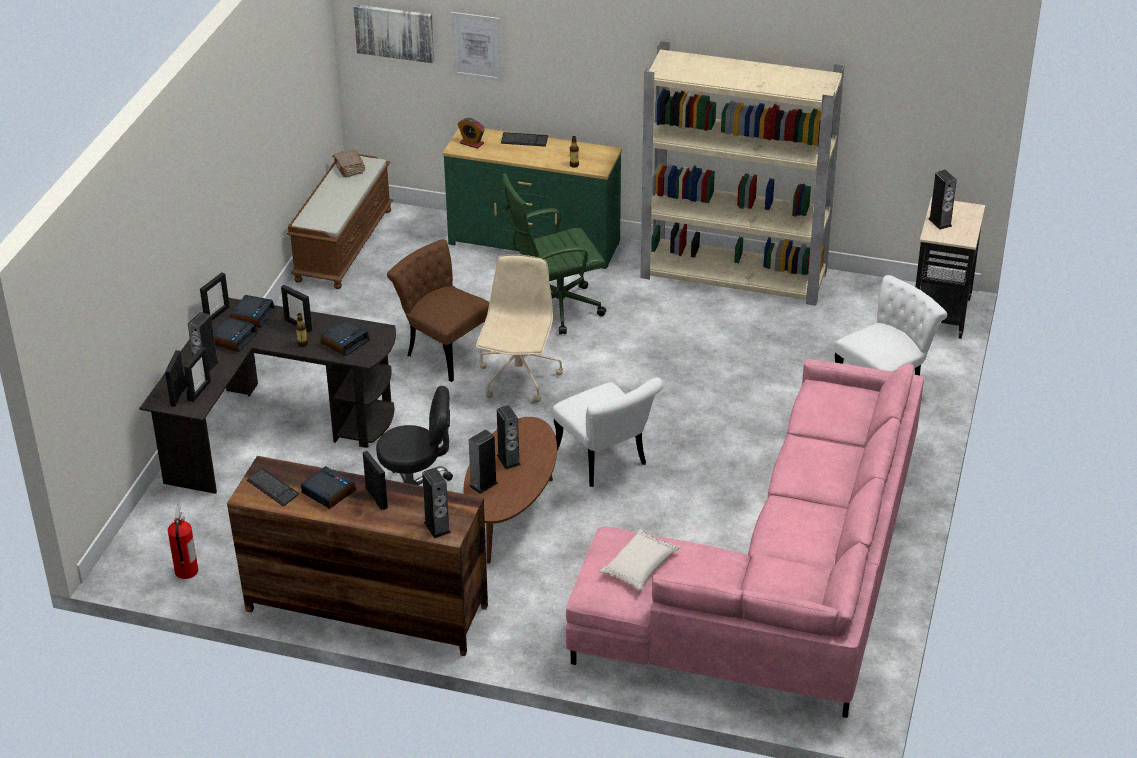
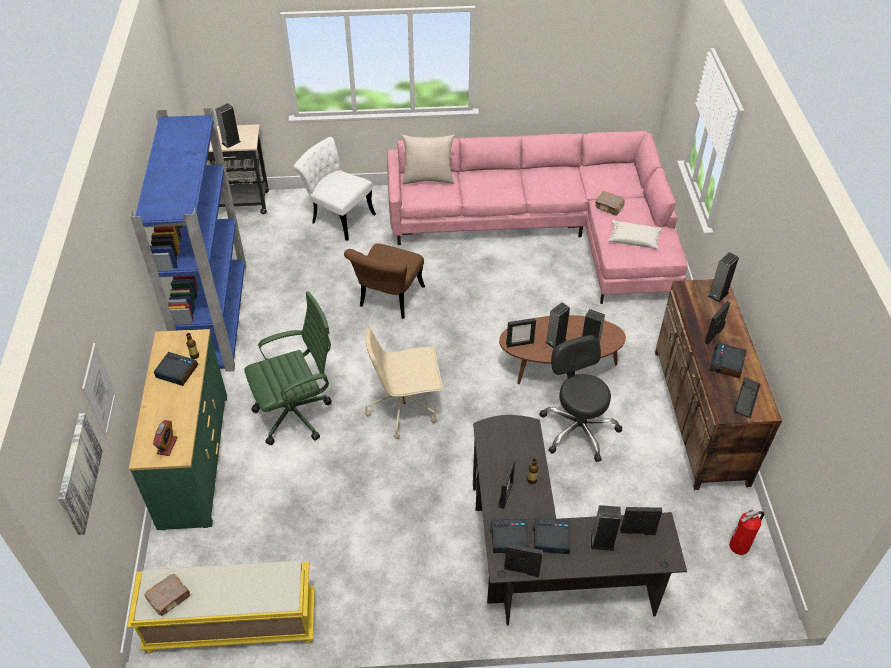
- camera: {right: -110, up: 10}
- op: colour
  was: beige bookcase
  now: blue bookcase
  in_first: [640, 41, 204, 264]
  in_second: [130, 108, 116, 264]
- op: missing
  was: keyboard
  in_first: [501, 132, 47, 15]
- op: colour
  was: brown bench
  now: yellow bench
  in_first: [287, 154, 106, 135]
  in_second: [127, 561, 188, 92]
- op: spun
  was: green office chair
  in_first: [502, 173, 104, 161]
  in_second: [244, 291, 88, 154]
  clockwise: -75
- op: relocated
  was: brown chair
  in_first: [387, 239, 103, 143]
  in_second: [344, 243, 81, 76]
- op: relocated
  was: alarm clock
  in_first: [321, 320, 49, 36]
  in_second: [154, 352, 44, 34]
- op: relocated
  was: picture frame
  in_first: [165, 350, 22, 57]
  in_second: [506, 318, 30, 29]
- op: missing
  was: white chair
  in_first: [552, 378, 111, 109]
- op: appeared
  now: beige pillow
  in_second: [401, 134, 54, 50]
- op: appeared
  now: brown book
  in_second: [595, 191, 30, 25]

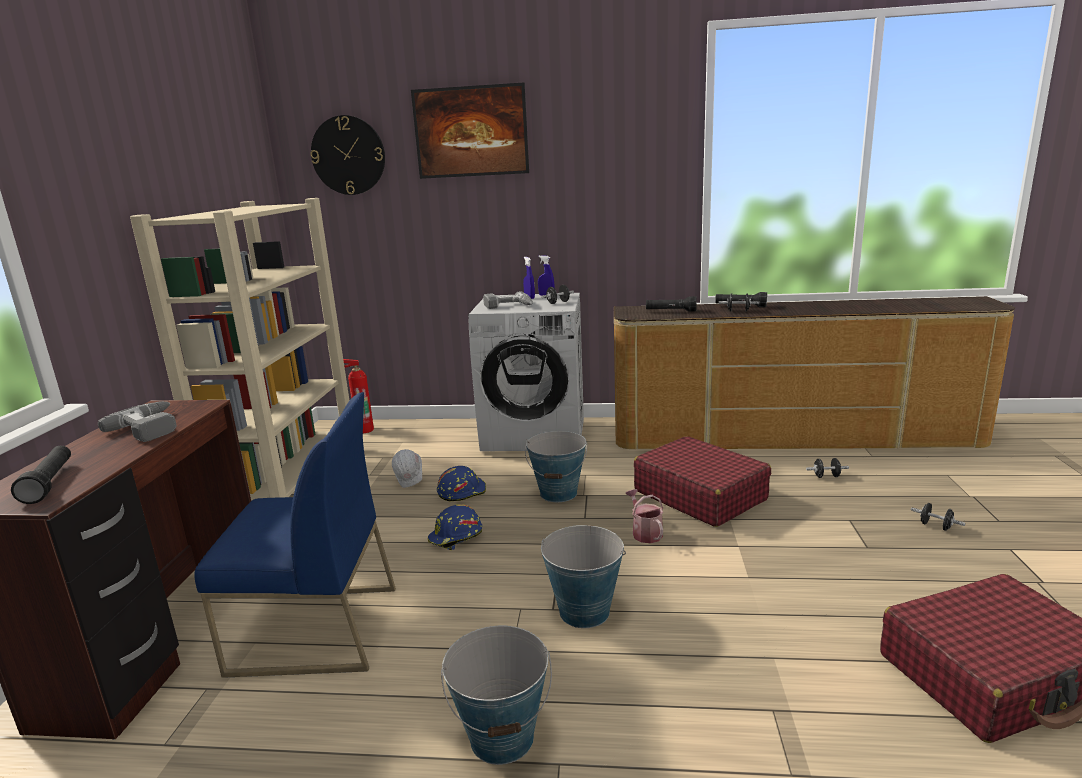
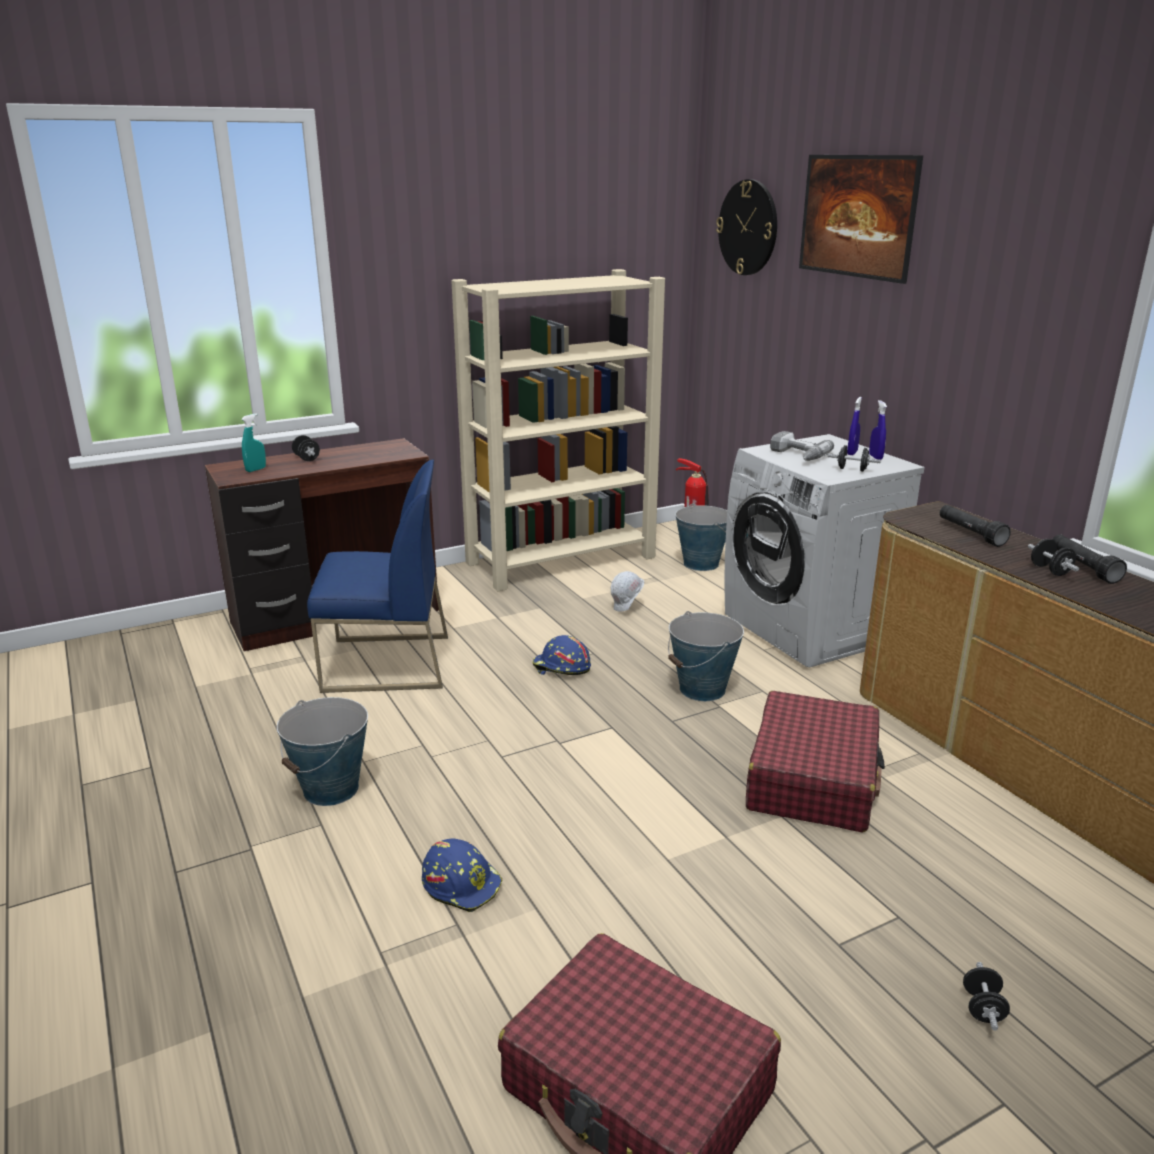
- camera: {right: 55, up: 5}
- op: spun
  was: blue chair
  in_first: [194, 392, 202, 286]
  in_second: [307, 460, 141, 233]
  clockwise: -60
- op: missing
  was: power drill
  in_first: [98, 401, 79, 41]
- op: exchanged
  was: black flashlight
  now: turquoise spray bottle
  in_first: [11, 446, 60, 58]
  in_second: [241, 414, 25, 58]
- op: relocated
  was: black dumbbell
  in_first: [806, 458, 43, 20]
  in_second: [292, 435, 28, 26]
- op: relocated
  was: blue hard hat
  in_first: [437, 466, 49, 36]
  in_second: [422, 839, 80, 73]
- op: missing
  was: watering can
  in_first: [626, 489, 37, 54]
- op: relocated
  was: bucket
  in_first: [541, 525, 85, 103]
  in_second: [675, 504, 52, 67]

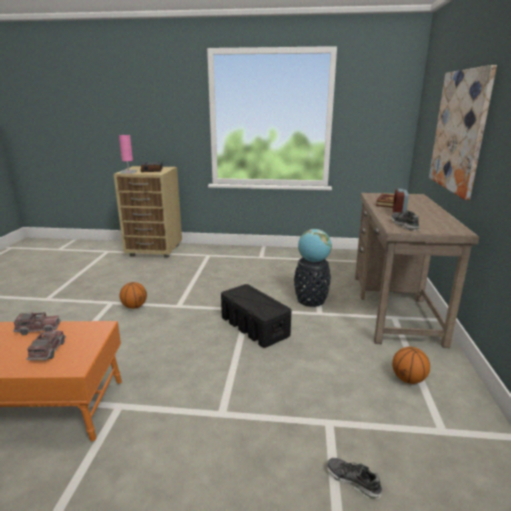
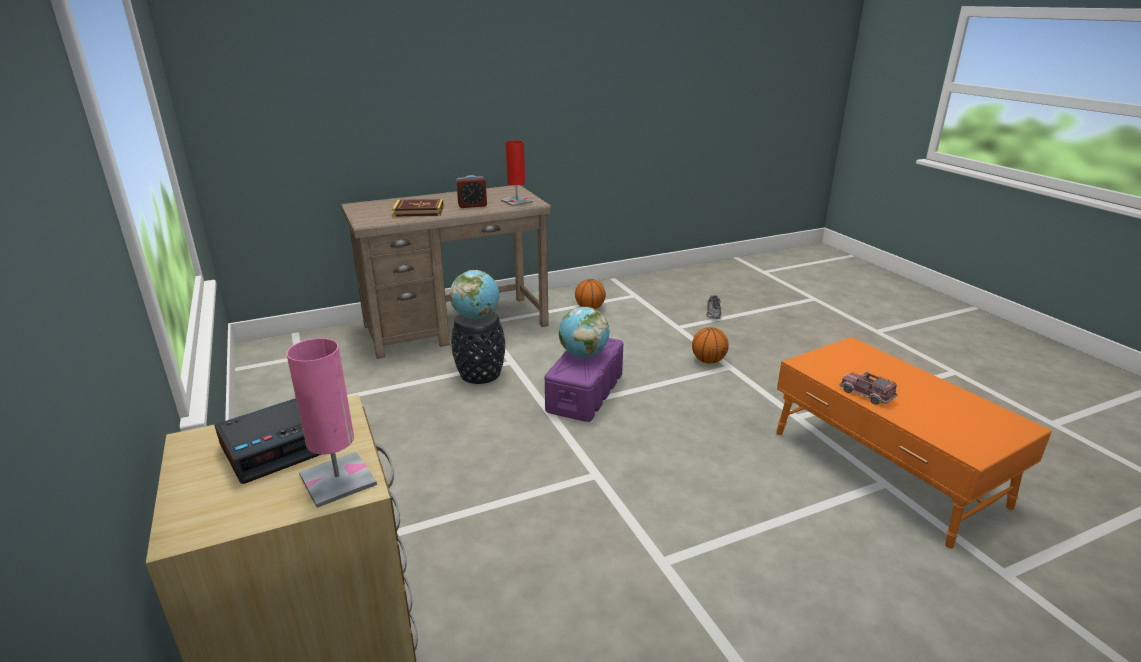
- camera: {right: -120, up: 5}
- op: missing
  was: picture
  in_first: [429, 65, 68, 135]
- op: exchanged
  was: shoe
  now: red table lamp
  in_first: [391, 210, 29, 21]
  in_second: [501, 140, 32, 66]
- op: relocated
  was: basketball
  in_first: [119, 282, 28, 27]
  in_second: [692, 327, 37, 37]
- op: colour
  was: black storage box
  now: purple storage box
  in_first: [221, 284, 70, 64]
  in_second: [545, 338, 78, 84]
- op: missing
  was: toy truck
  in_first: [27, 330, 39, 30]
- op: appeared
  now: globe
  in_second: [559, 307, 51, 50]

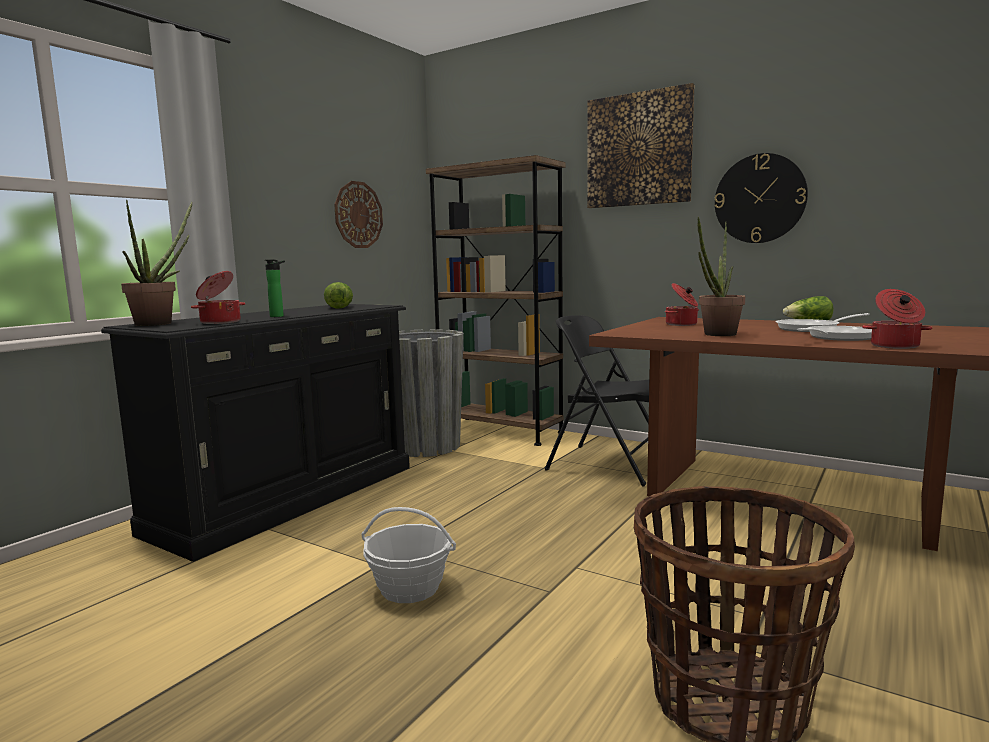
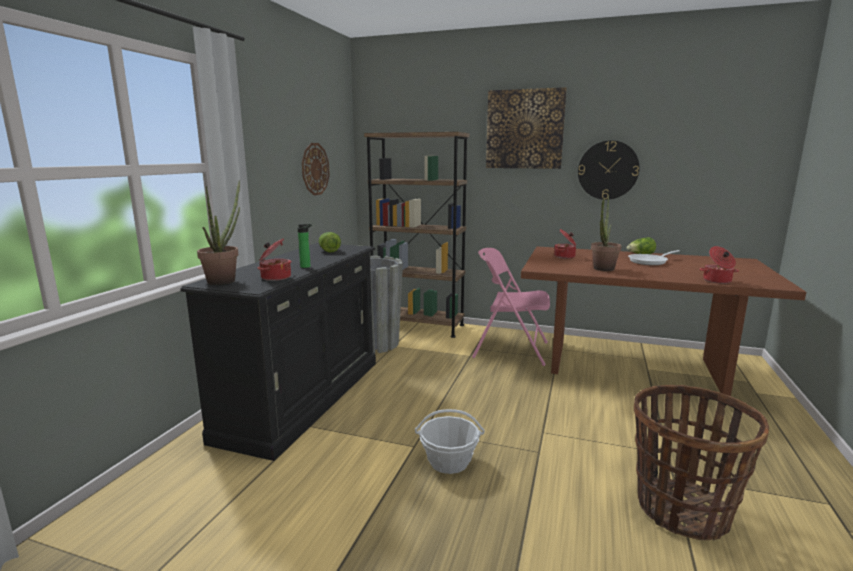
- camera: {right: -15, up: 5}
- op: colour
  was: black chair
  now: pink chair
  in_first: [545, 315, 104, 172]
  in_second: [472, 248, 78, 118]
- op: missing
  was: frying pan
  in_first: [797, 326, 75, 15]

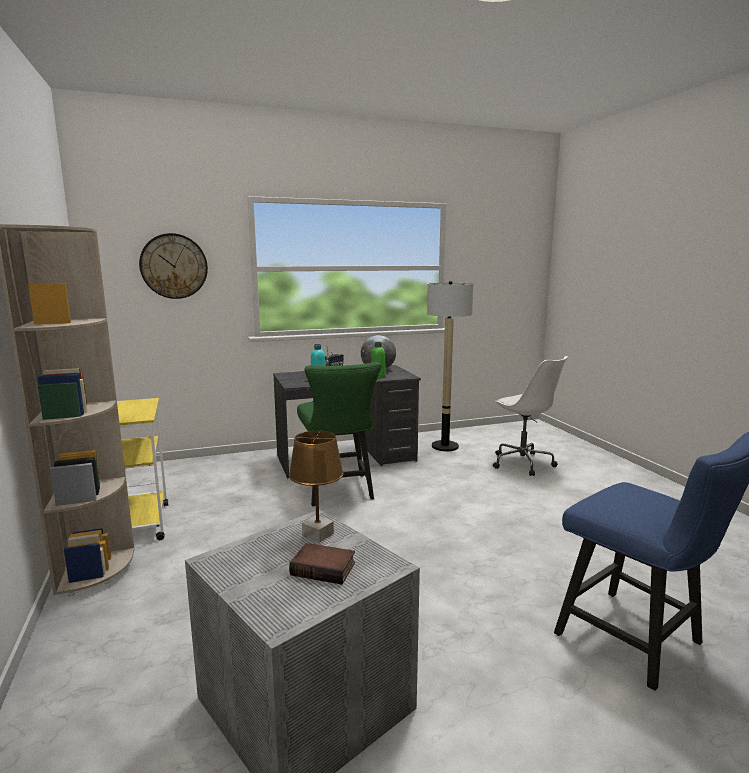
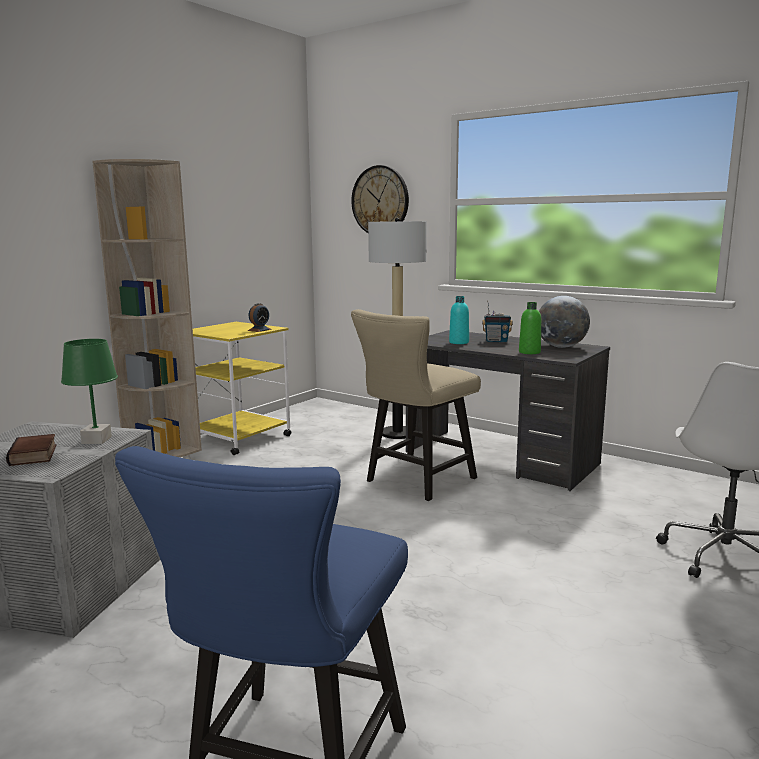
- camera: {right: 55, up: 0}
- op: relocated
  was: floor lamp
  in_first: [427, 281, 46, 170]
  in_second: [368, 218, 59, 221]
- op: colour
  was: green chair
  now: beige chair
  in_first: [297, 362, 85, 144]
  in_second: [351, 309, 130, 192]
- op: colour
  was: brown table lamp
  now: green table lamp
  in_first: [289, 431, 55, 112]
  in_second: [61, 339, 57, 105]
- op: appeared
  now: alarm clock
  in_second: [248, 303, 24, 29]

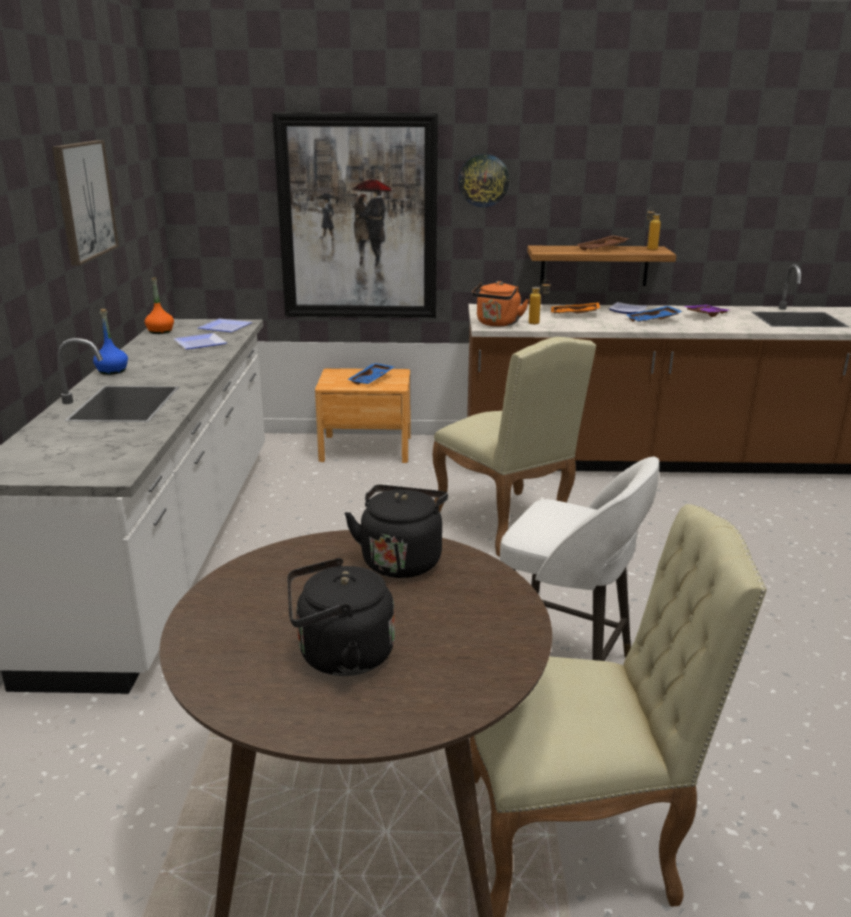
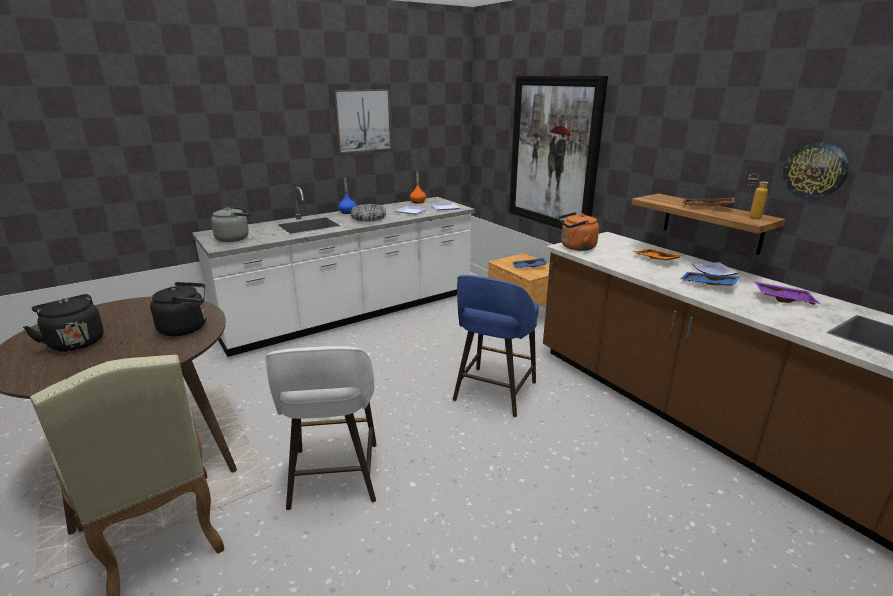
- camera: {right: 55, up: 0}
- op: relocated
  was: wall clock
  in_first: [458, 154, 51, 53]
  in_second: [782, 141, 66, 58]
- op: missing
  was: bottle
  in_first: [529, 280, 22, 44]
- op: exchanged
  was: beige chair
  now: blue stool
  in_first: [433, 337, 163, 220]
  in_second: [453, 275, 86, 142]
- op: appeared
  now: bowl
  in_second: [350, 204, 36, 18]
- op: appeared
  now: grey kettle
  in_second: [211, 207, 40, 35]

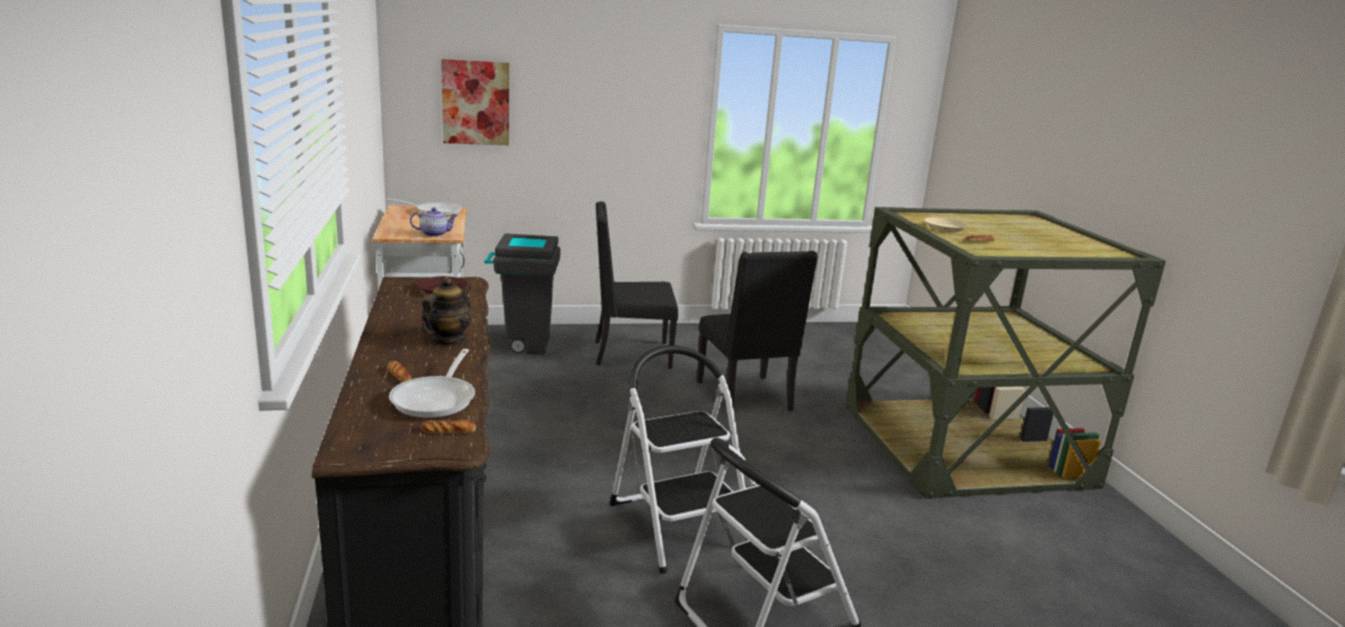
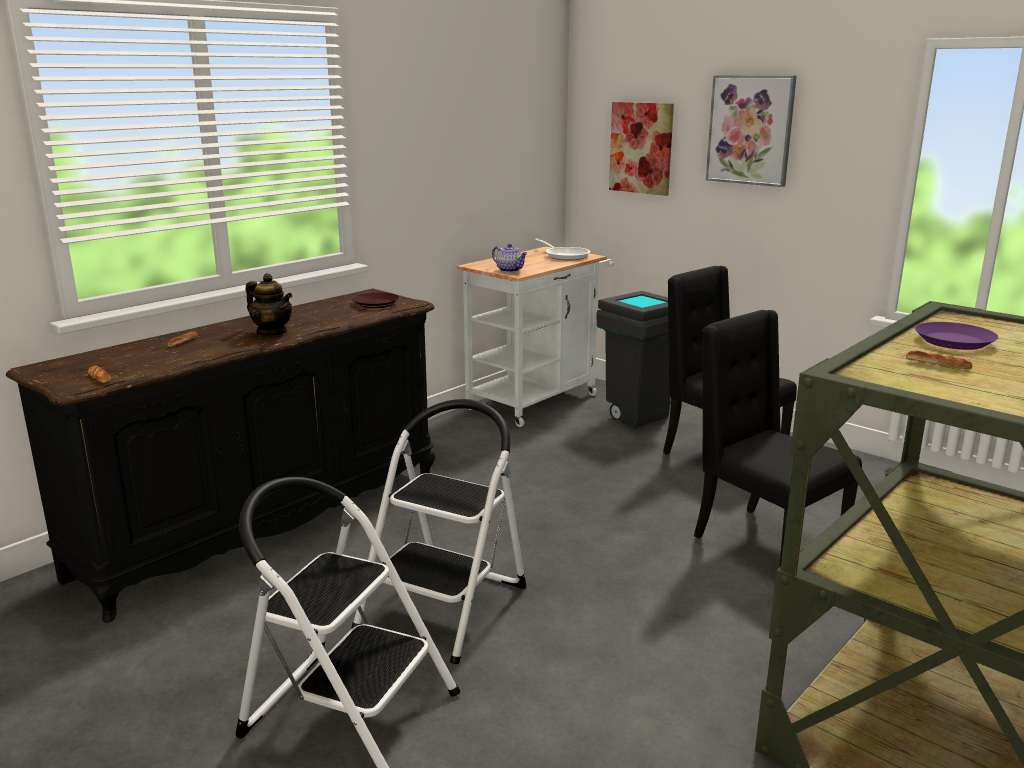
- camera: {right: 55, up: 0}
- op: colour
  was: beige plate
  now: purple plate
  in_first: [924, 217, 45, 15]
  in_second: [915, 322, 83, 28]
- op: spun
  was: black chair
  in_first: [697, 251, 121, 164]
  in_second: [694, 310, 168, 258]
  clockwise: 105
- op: spun
  was: teapot
  in_first: [421, 276, 51, 68]
  in_second: [246, 273, 46, 62]
  clockwise: 45
- op: missing
  was: frying pan
  in_first: [389, 349, 86, 69]
- op: appeared
  now: picture
  in_second: [706, 75, 91, 112]

